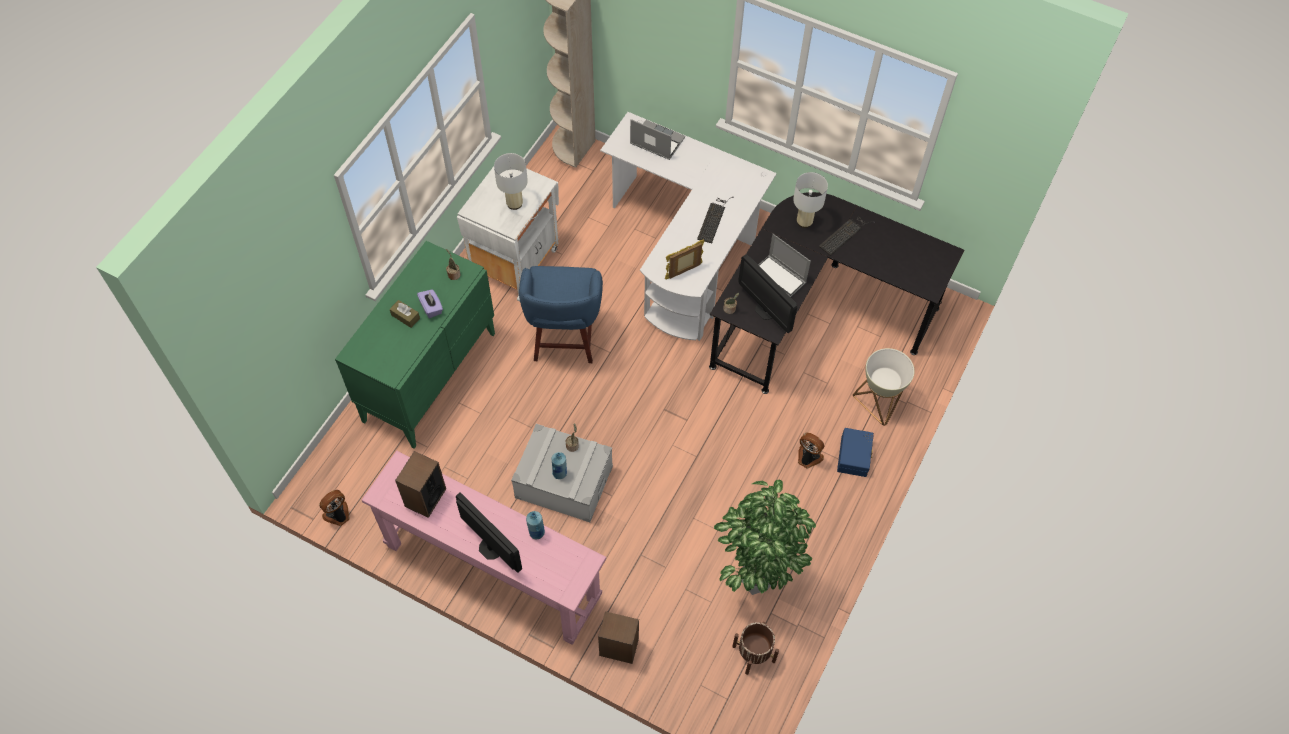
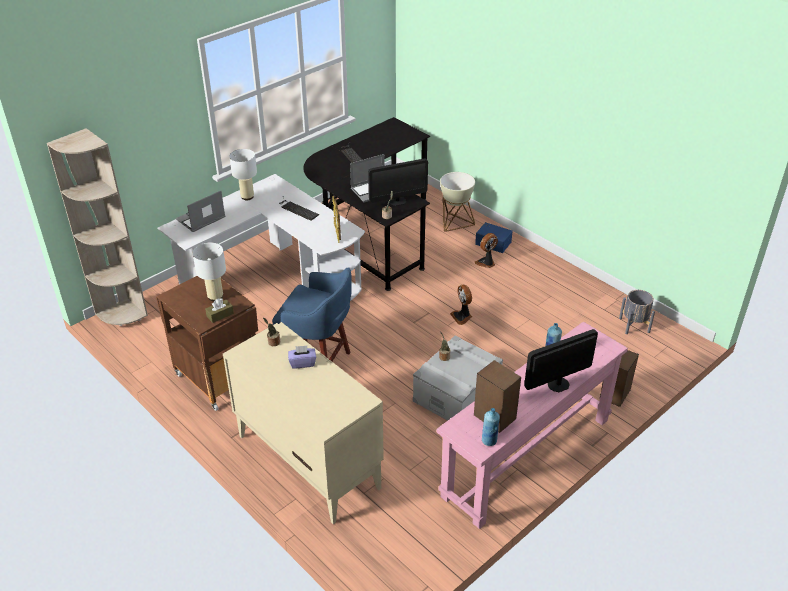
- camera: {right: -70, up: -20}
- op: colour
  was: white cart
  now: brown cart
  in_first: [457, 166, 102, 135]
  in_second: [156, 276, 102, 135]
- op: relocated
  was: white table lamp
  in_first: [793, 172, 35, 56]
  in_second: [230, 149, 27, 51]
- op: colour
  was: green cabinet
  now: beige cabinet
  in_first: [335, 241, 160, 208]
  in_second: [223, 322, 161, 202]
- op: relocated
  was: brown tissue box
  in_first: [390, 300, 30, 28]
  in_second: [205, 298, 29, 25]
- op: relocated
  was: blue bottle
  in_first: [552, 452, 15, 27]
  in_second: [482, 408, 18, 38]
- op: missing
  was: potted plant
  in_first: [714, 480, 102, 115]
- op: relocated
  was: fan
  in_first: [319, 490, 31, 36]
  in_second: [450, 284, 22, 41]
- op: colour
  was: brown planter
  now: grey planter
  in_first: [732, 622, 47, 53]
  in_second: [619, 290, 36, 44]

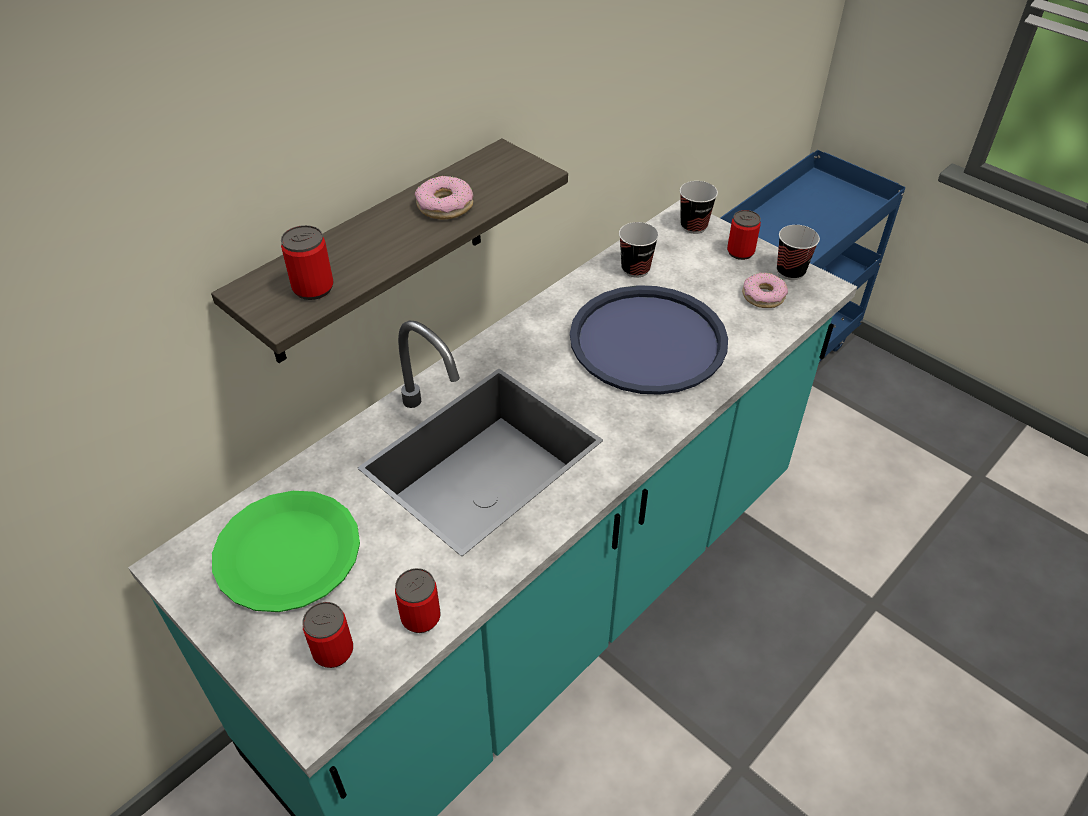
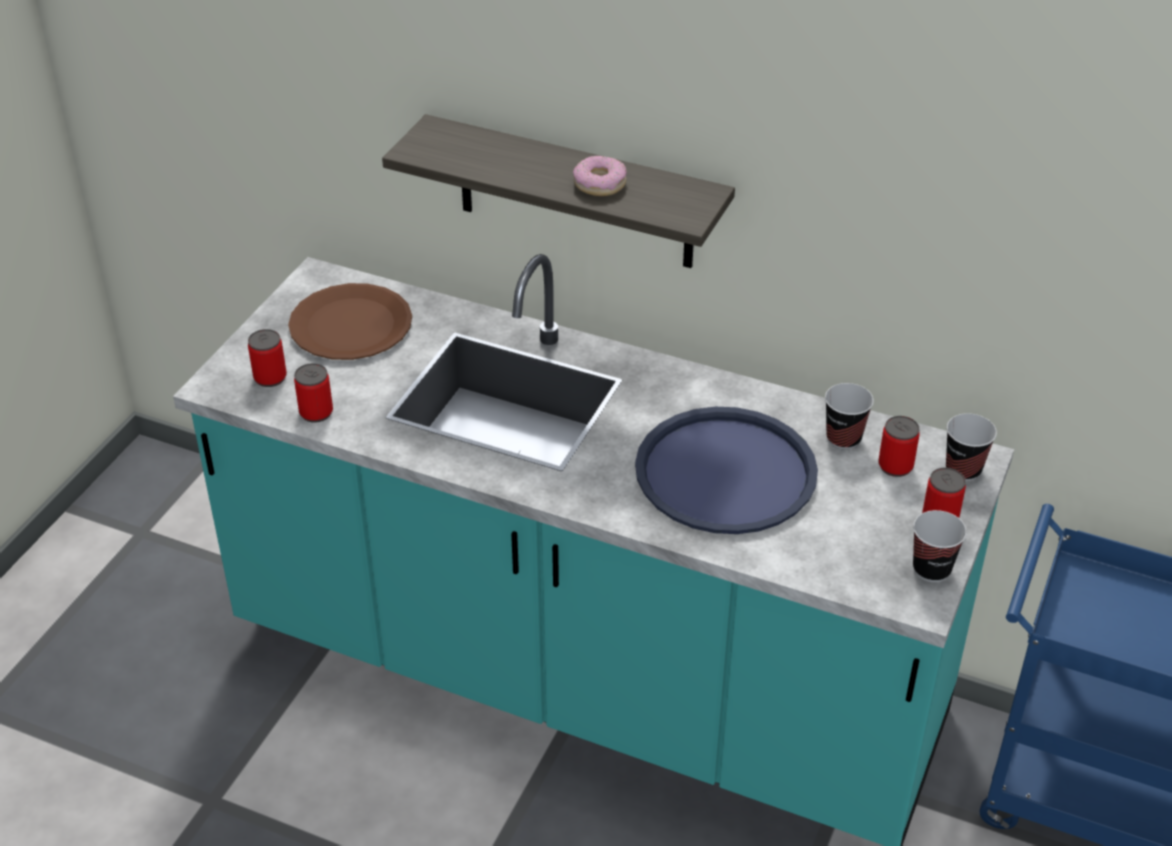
- camera: {right: 70, up: -5}
- op: relocated
  was: can
  in_first: [281, 225, 52, 75]
  in_second: [878, 416, 42, 61]
- op: missing
  was: donut
  in_first: [742, 272, 46, 36]
- op: colour
  was: green plate
  now: brown plate
  in_first: [212, 491, 148, 121]
  in_second: [288, 283, 124, 77]

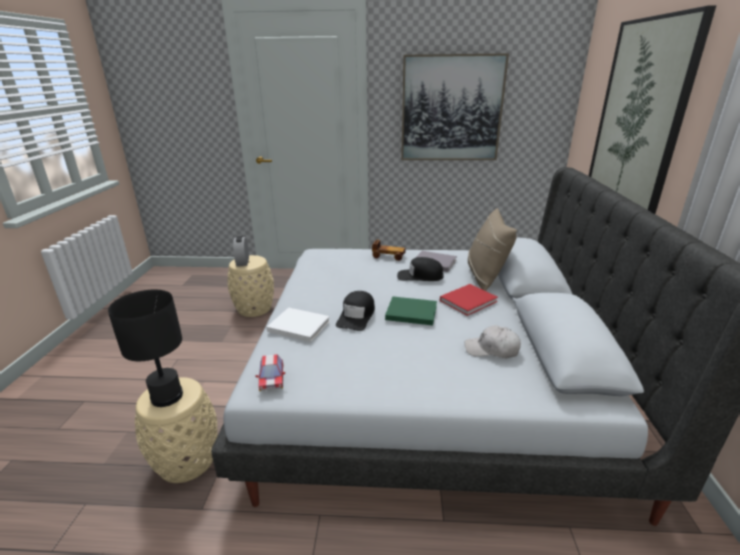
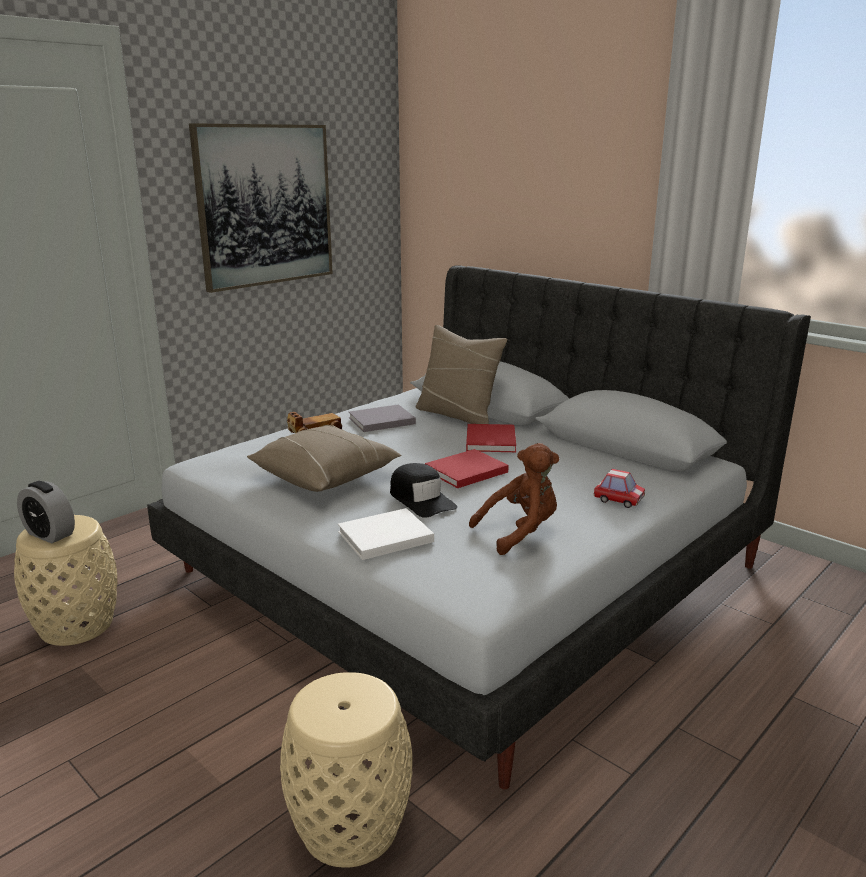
- camera: {right: -50, up: -5}
- op: missing
  was: picture
  in_first: [589, 5, 127, 209]
- op: missing
  was: black cap
  in_first: [397, 257, 47, 24]
- op: missing
  was: black table lamp
  in_first: [108, 290, 75, 117]
- op: colour
  was: green book
  now: red book
  in_first: [385, 296, 52, 30]
  in_second: [425, 449, 84, 39]
- op: missing
  was: white cap
  in_first: [465, 325, 56, 33]
- op: relocated
  was: toy car
  in_first: [255, 354, 30, 37]
  in_second: [593, 469, 52, 39]
- op: appeared
  now: beige pillow
  in_second: [247, 425, 155, 67]
- op: appeared
  now: brown plush toy
  in_second: [469, 443, 91, 112]

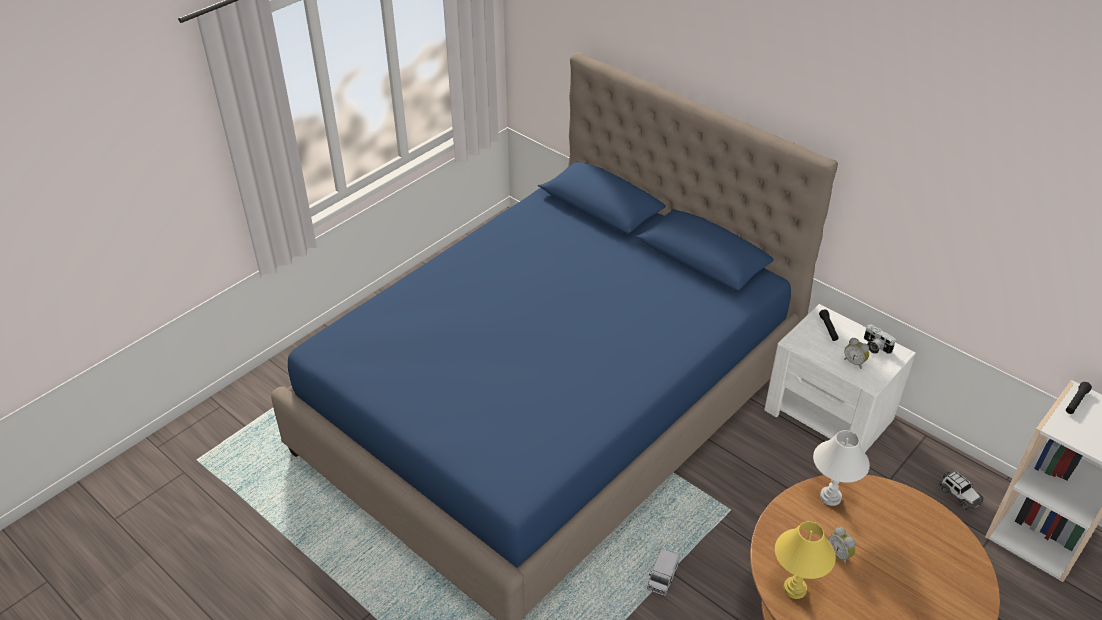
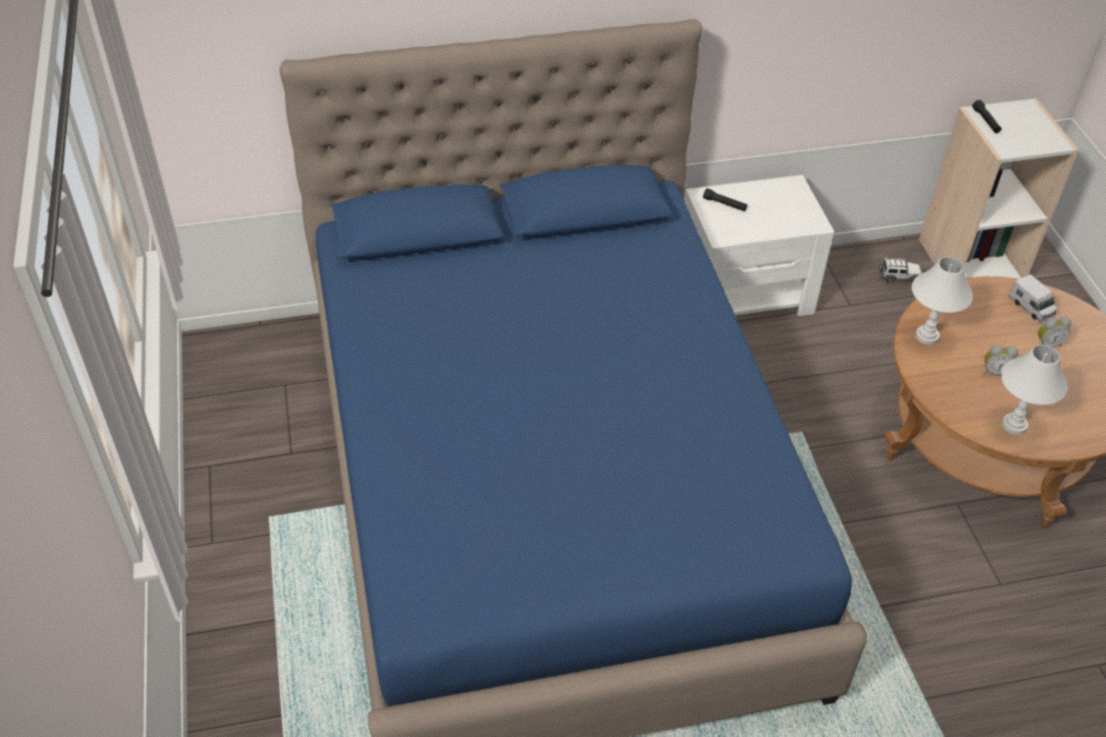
- camera: {right: -55, up: 5}
- op: missing
  was: photo camera
  in_first: [864, 324, 32, 30]
- op: relocated
  was: alarm clock
  in_first: [844, 338, 25, 31]
  in_second: [1038, 317, 33, 30]
- op: colour
  was: yellow table lamp
  now: white table lamp
  in_first: [775, 521, 61, 78]
  in_second: [1001, 345, 66, 90]
- op: relocated
  was: toy truck
  in_first: [647, 549, 33, 47]
  in_second: [1009, 274, 48, 48]

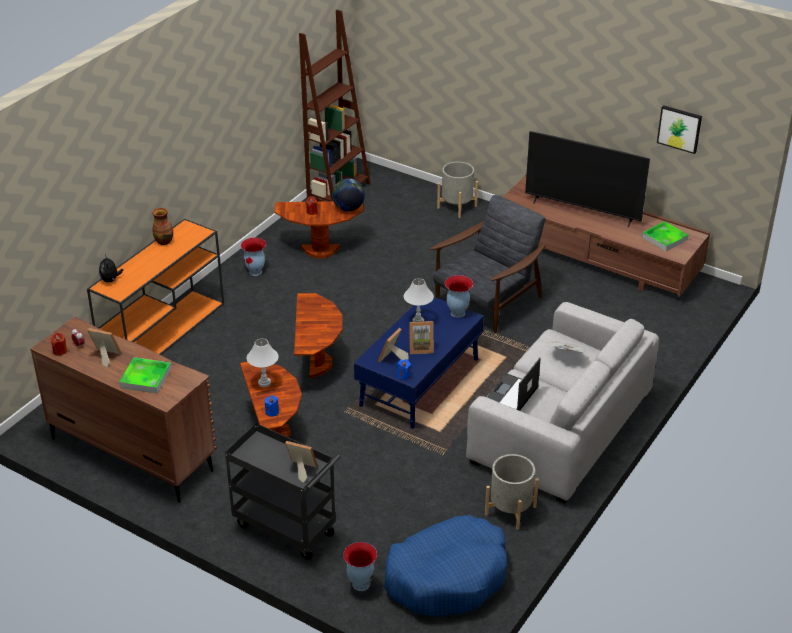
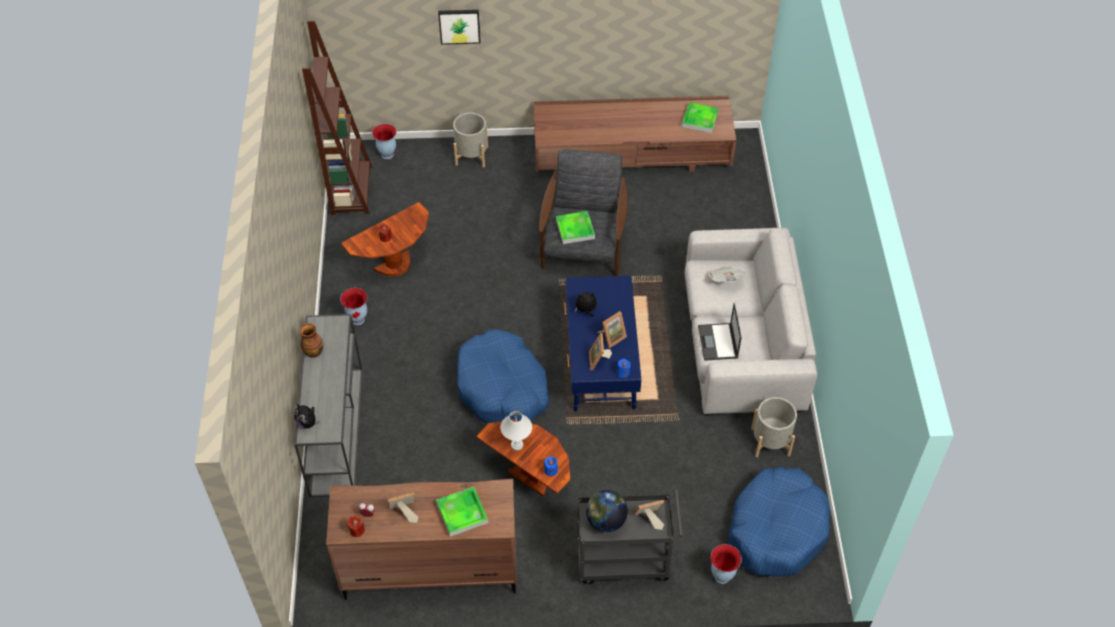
- camera: {right: -35, up: 15}
- op: relocated
  was: picture
  in_first: [657, 105, 45, 49]
  in_second: [438, 10, 43, 35]
- op: missing
  was: television
  in_first: [525, 131, 125, 96]
- op: relocated
  was: globe
  in_first: [332, 178, 33, 33]
  in_second: [586, 490, 42, 42]
- op: colour
  was: orange console table
  now: grey console table
  in_first: [87, 219, 137, 136]
  in_second: [294, 314, 68, 183]
- op: relocated
  was: vase
  in_first: [445, 275, 28, 43]
  in_second: [372, 124, 25, 35]
- op: exchanged
  was: white table lamp
  now: plush toy
  in_first: [404, 278, 30, 44]
  in_second: [575, 292, 22, 24]
- op: exchanged
  was: brown side table
  now: blue dog bed
  in_first: [294, 293, 49, 85]
  in_second: [457, 329, 93, 95]
- op: appeared
  now: tray
  in_second: [556, 211, 39, 33]

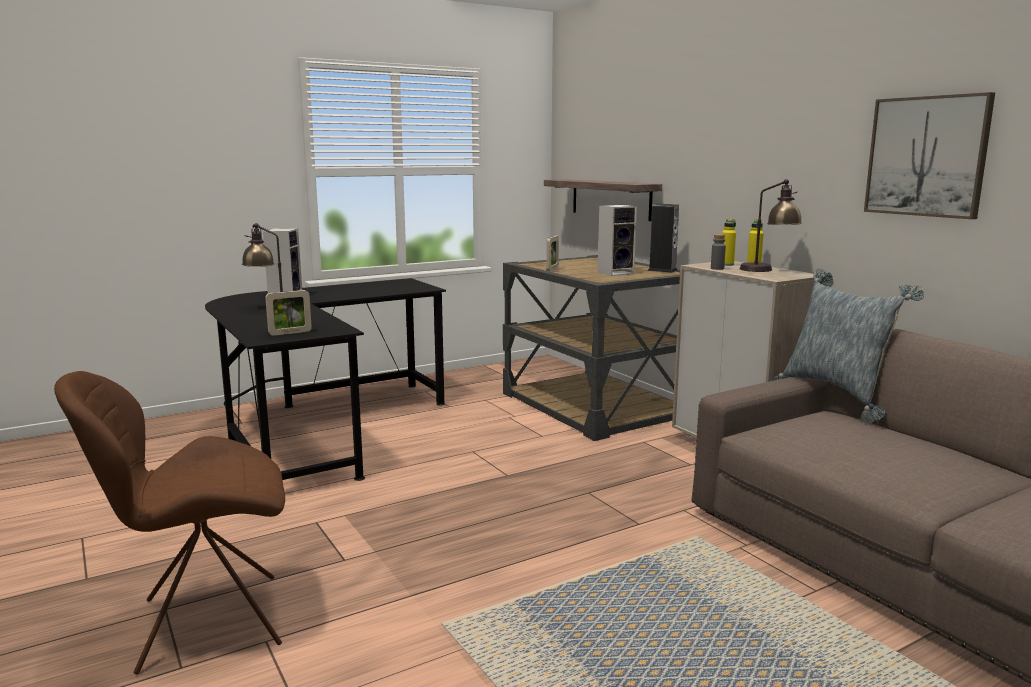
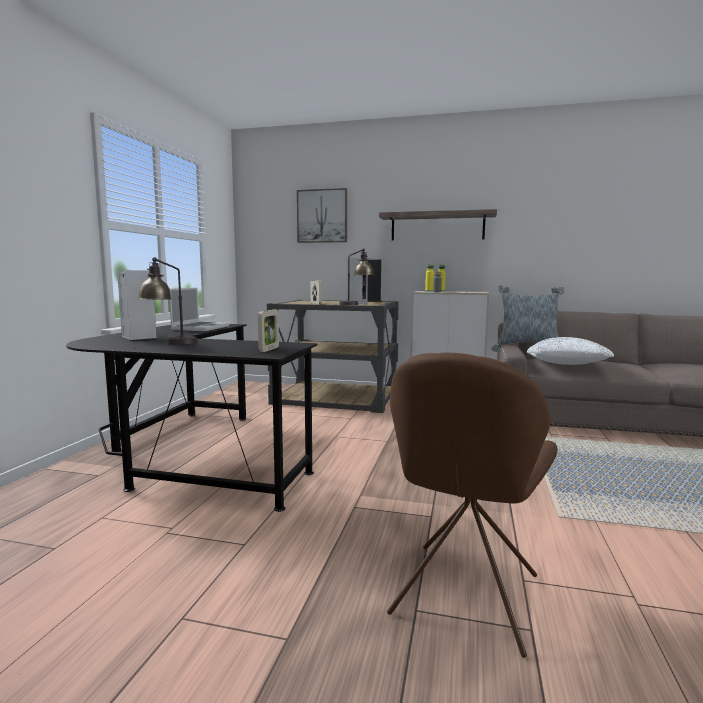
- camera: {right: -45, up: -5}
- op: relocated
  was: picture
  in_first: [864, 92, 131, 127]
  in_second: [297, 188, 50, 55]
- op: relocated
  was: shelf
  in_first: [544, 179, 118, 42]
  in_second: [379, 209, 118, 32]
- op: relocated
  was: table lamp
  in_first: [740, 179, 62, 93]
  in_second: [339, 248, 35, 57]
- op: appeared
  now: laptop
  in_second: [170, 288, 60, 43]
- op: appeared
  now: white pillow
  in_second: [527, 337, 87, 28]

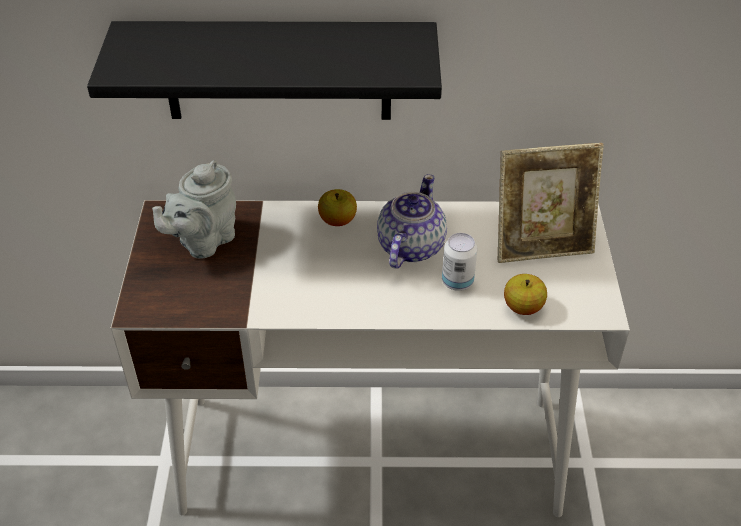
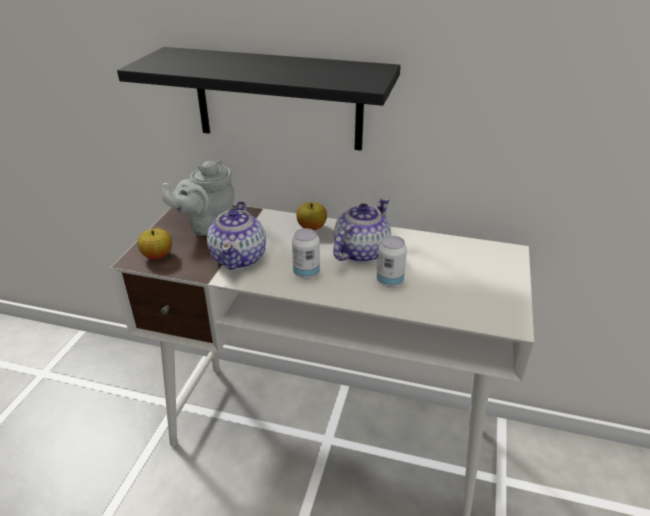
- camera: {right: 15, up: -10}
- op: missing
  was: picture frame
  in_first: [498, 143, 106, 120]
- op: relocated
  was: apple
  in_first: [504, 274, 43, 41]
  in_second: [138, 228, 34, 31]
- op: appeared
  now: teapot
  in_second: [207, 201, 59, 69]
- op: appeared
  now: can
  in_second: [292, 228, 28, 51]

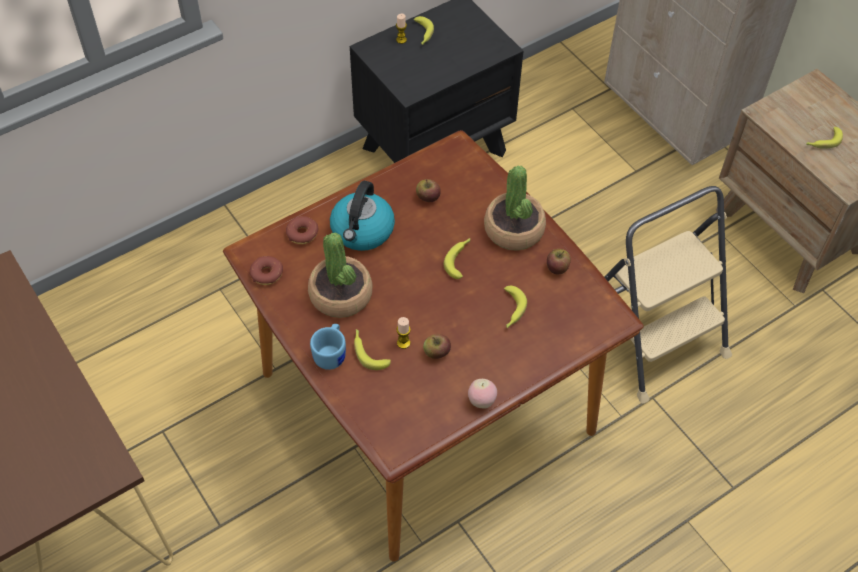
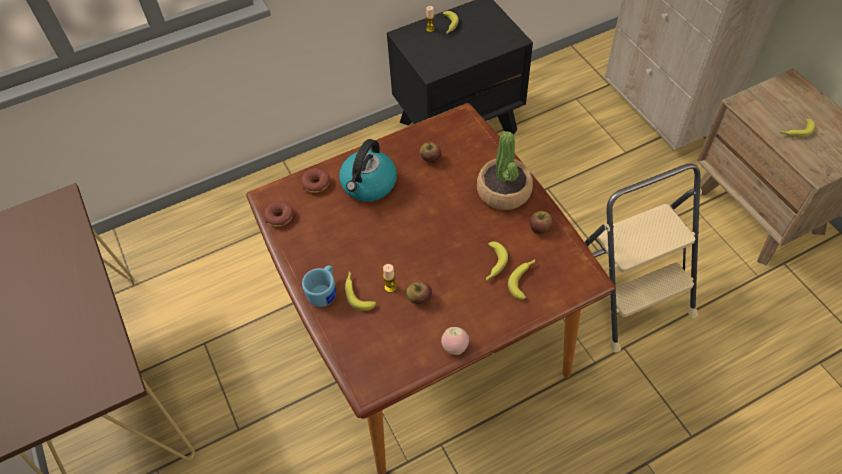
- camera: {right: 10, up: 0}
- op: missing
  was: potted plant
  in_first: [308, 233, 64, 85]
- op: relocated
  was: banana
  in_first: [444, 238, 26, 41]
  in_second: [508, 259, 27, 41]

